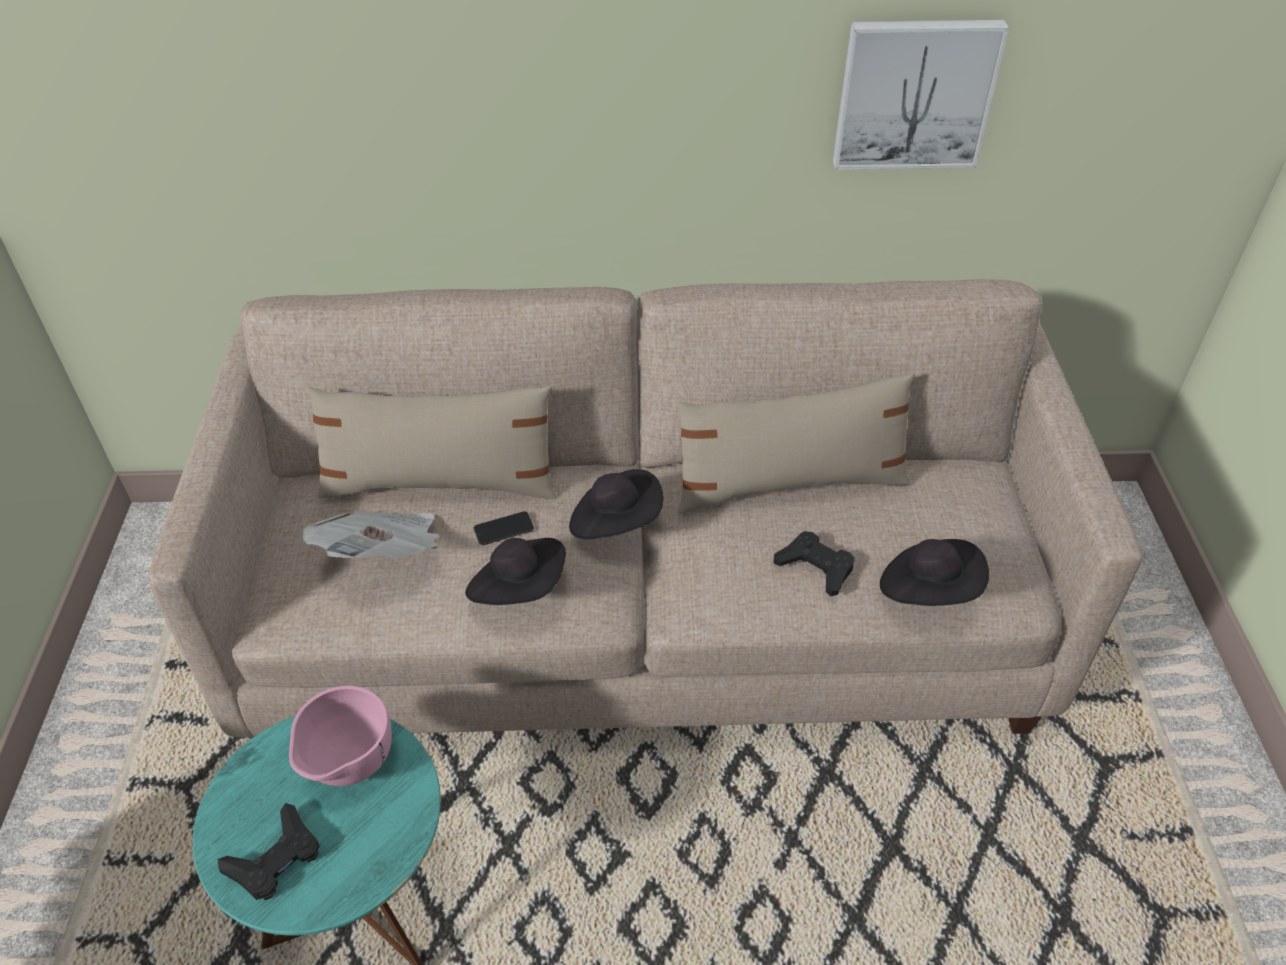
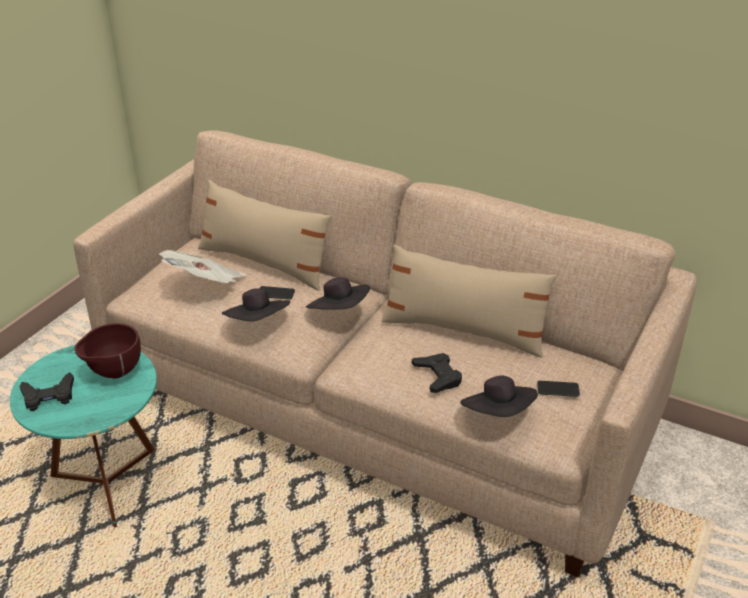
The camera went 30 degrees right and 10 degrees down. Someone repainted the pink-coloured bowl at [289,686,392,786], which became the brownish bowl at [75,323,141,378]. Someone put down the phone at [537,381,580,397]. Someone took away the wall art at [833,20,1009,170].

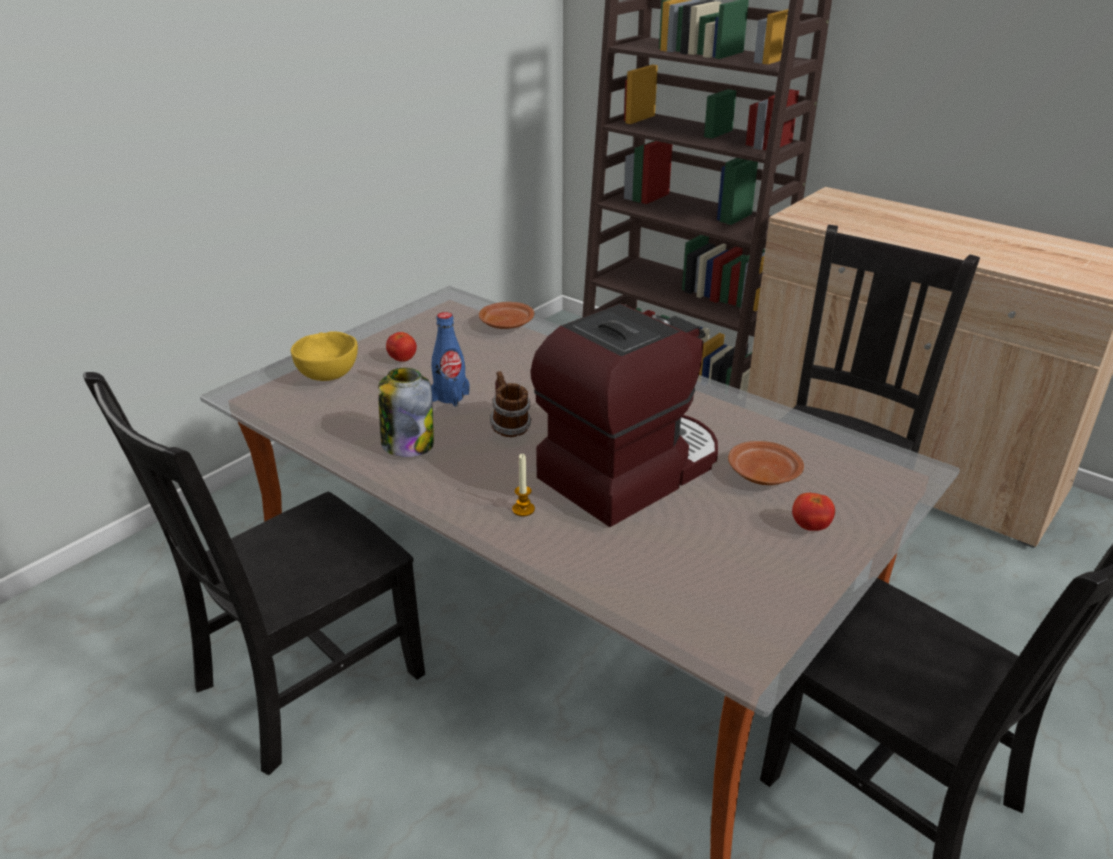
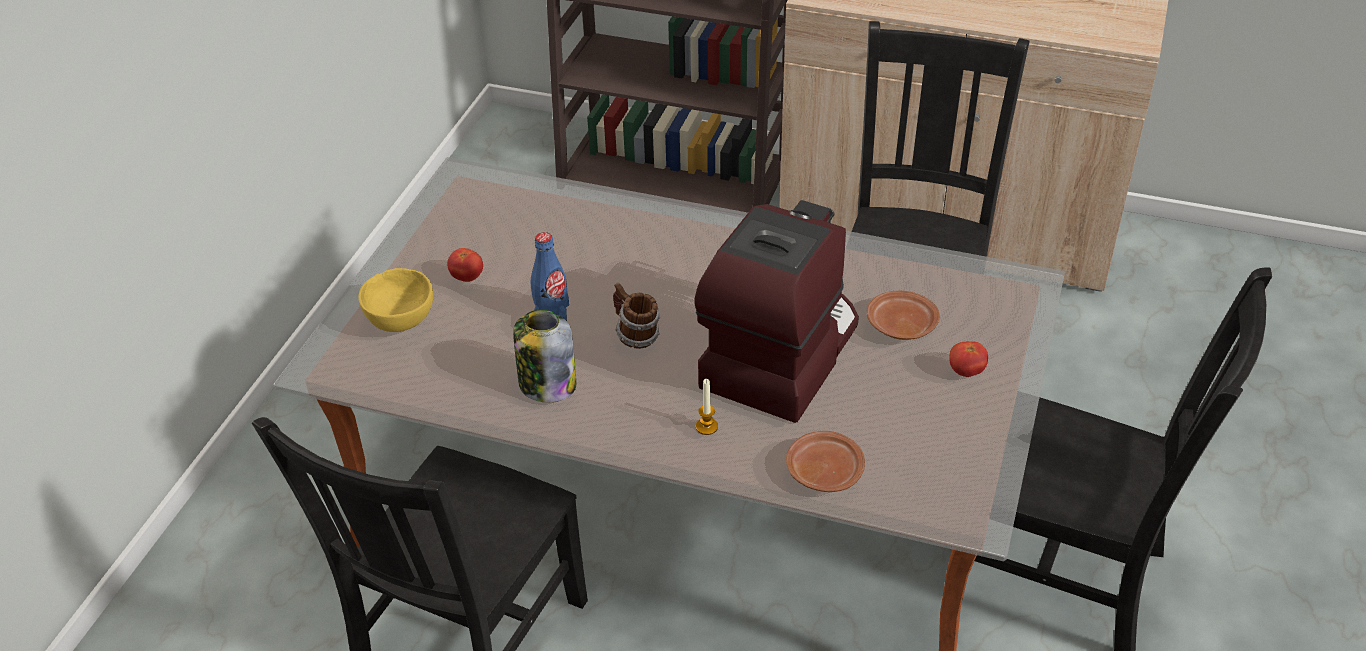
The camera went 20 degrees left and 10 degrees up. Someone carried the brownish dinner plate from [479,302,534,329] to [786,431,865,492].

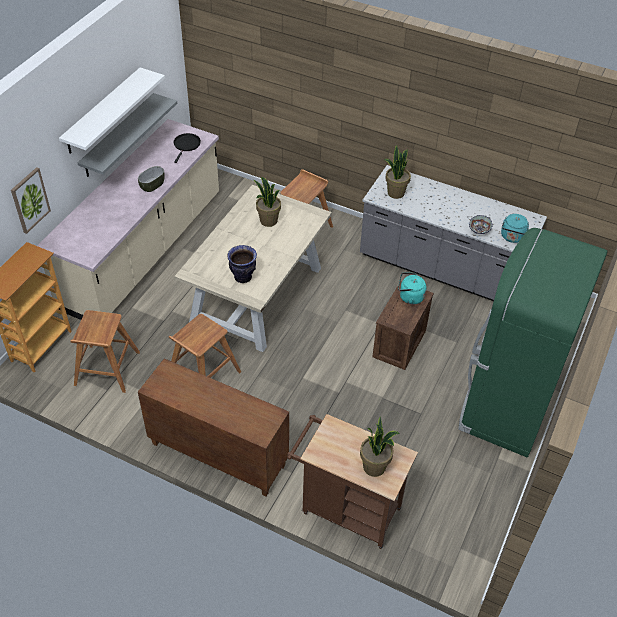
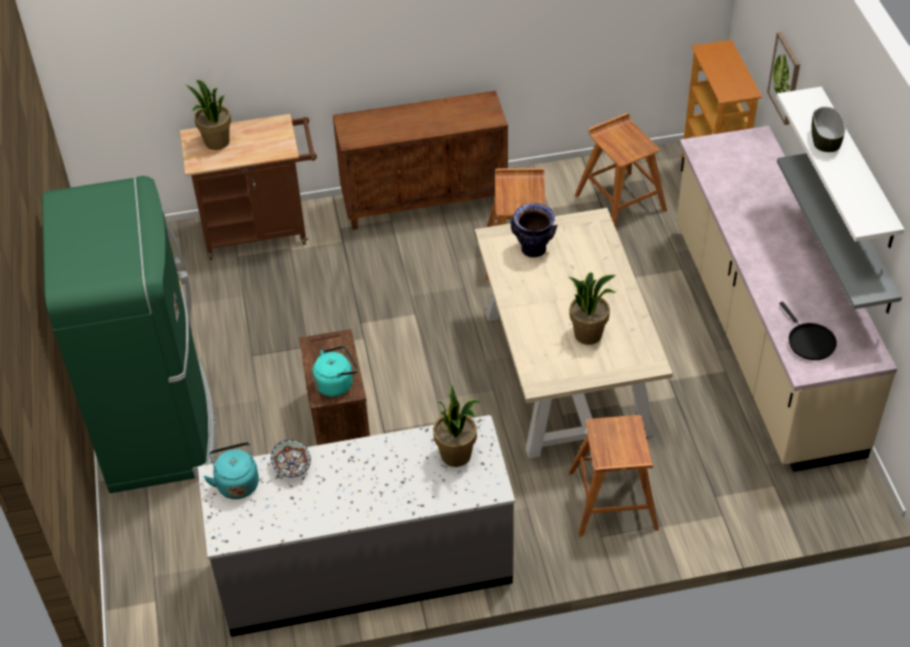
The camera went 145 degrees right and 0 degrees up. Someone carried the bowl from [138,166,165,192] to [811,107,845,152].

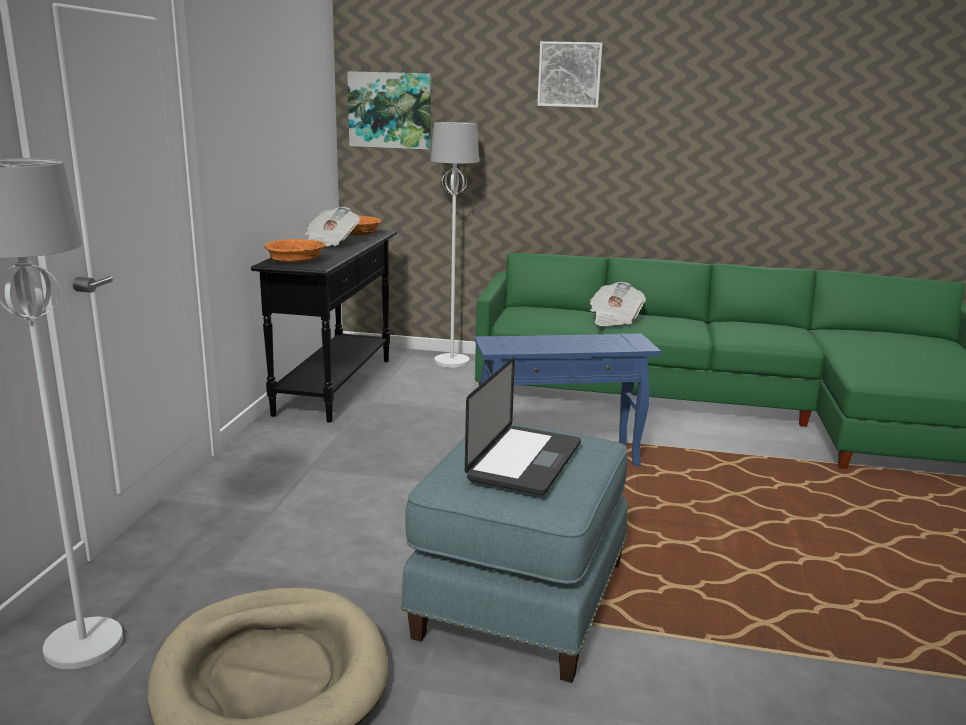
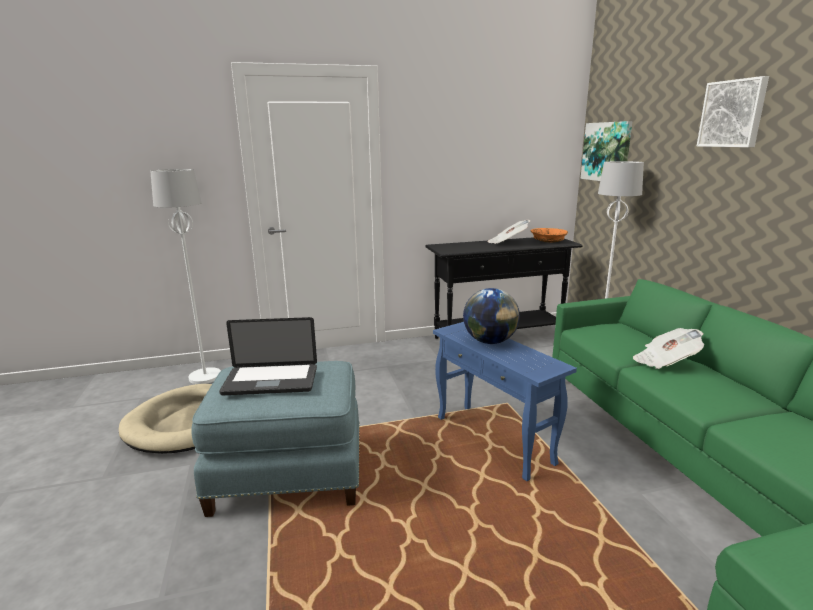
The camera went 65 degrees right and 0 degrees up. Someone put down the world globe at [463,288,520,344]. Someone took away the orange-coloured bowl at [264,239,325,263].

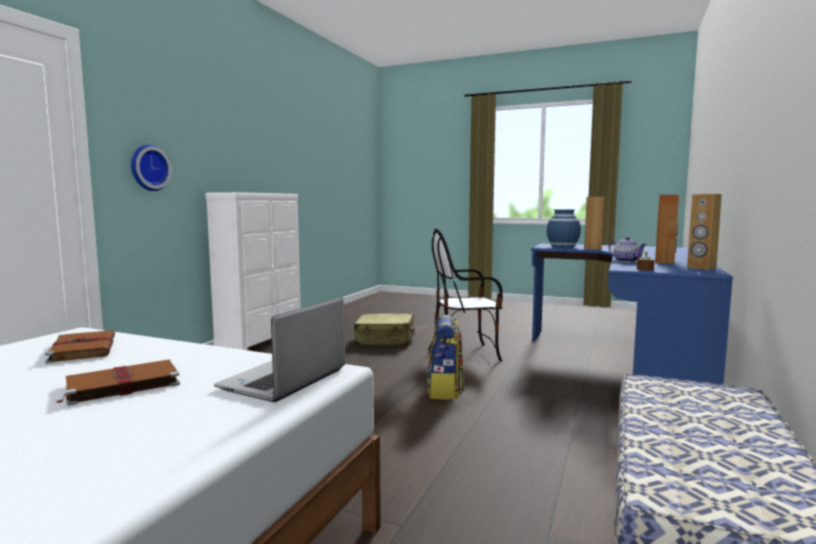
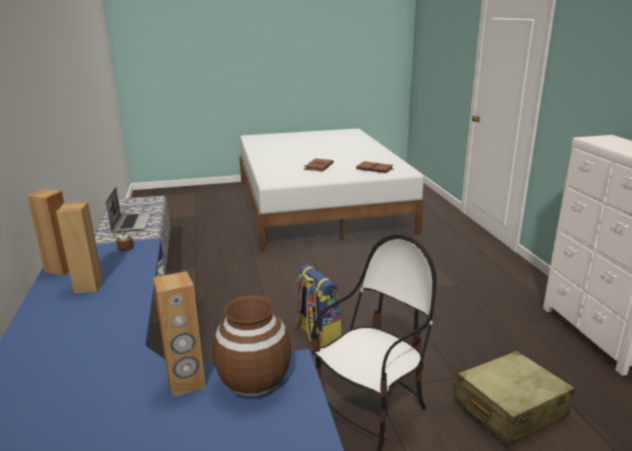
The camera went 145 degrees right and 15 degrees up. Someone carried the notebook computer from [214,297,345,402] to [106,187,151,233]. Someone repainted the blue-coloured decorative vase at [547,209,581,248], which became the brownish decorative vase at [212,295,291,399]. Someone took away the hanging clock at [131,145,172,191]. Someone took away the tea pot at [608,237,647,262].

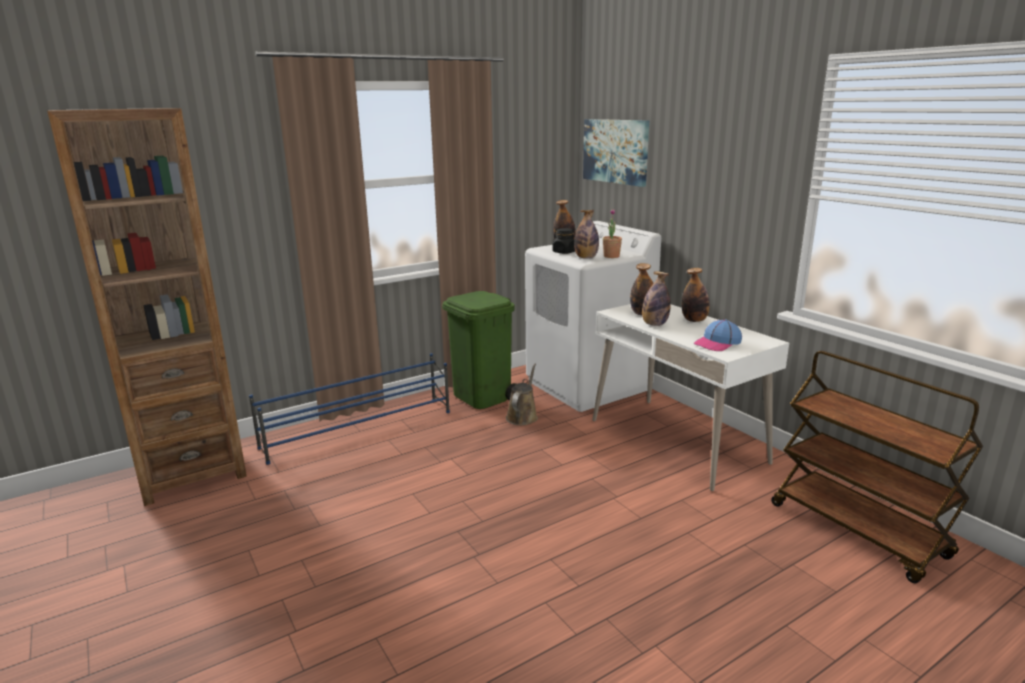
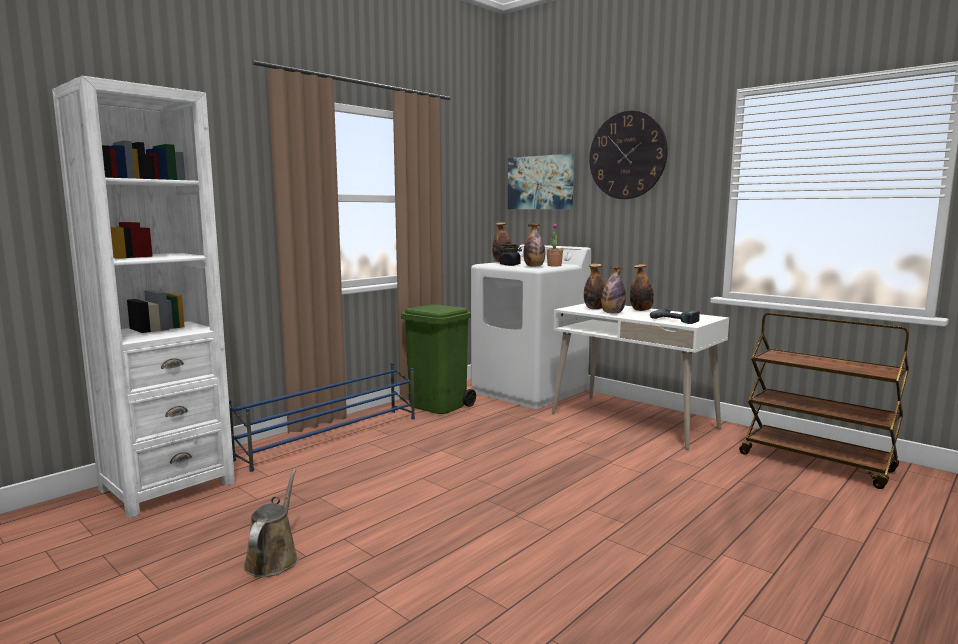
The camera went 15 degrees left and 10 degrees down. Someone repainted the brownish bookcase at [47,108,247,506], which became the white-coloured bookcase at [52,76,235,518]. Someone carried the brownish watering can from [506,364,538,425] to [244,469,299,577]. Someone put up the hanging clock at [589,110,668,199]. Someone swapped the baseball cap at [694,319,742,351] for the drill at [650,308,700,324].

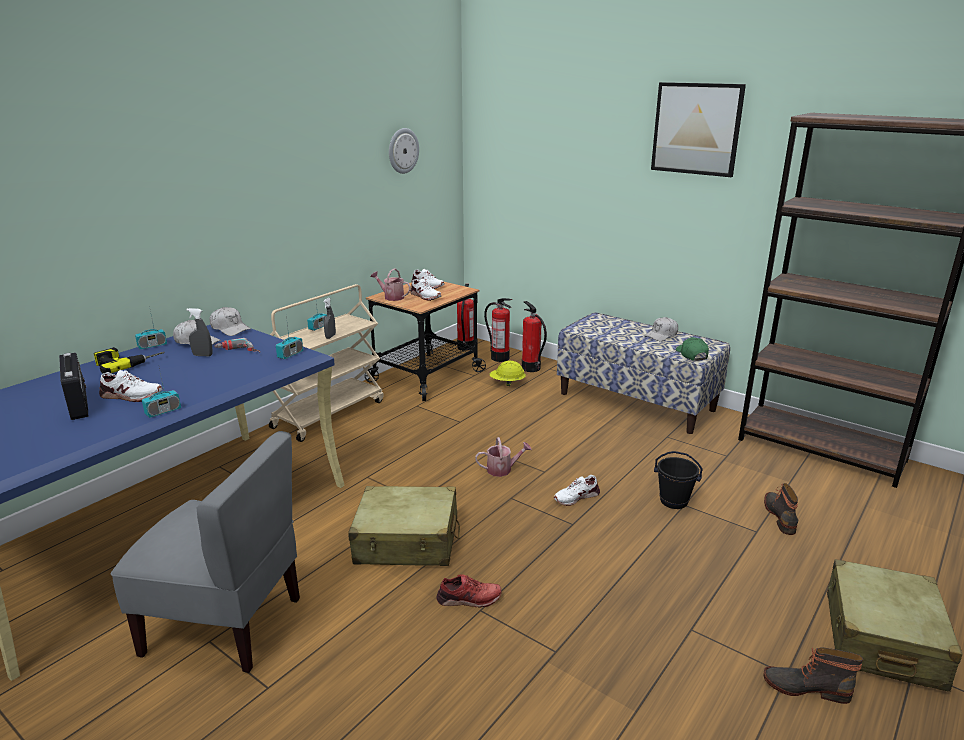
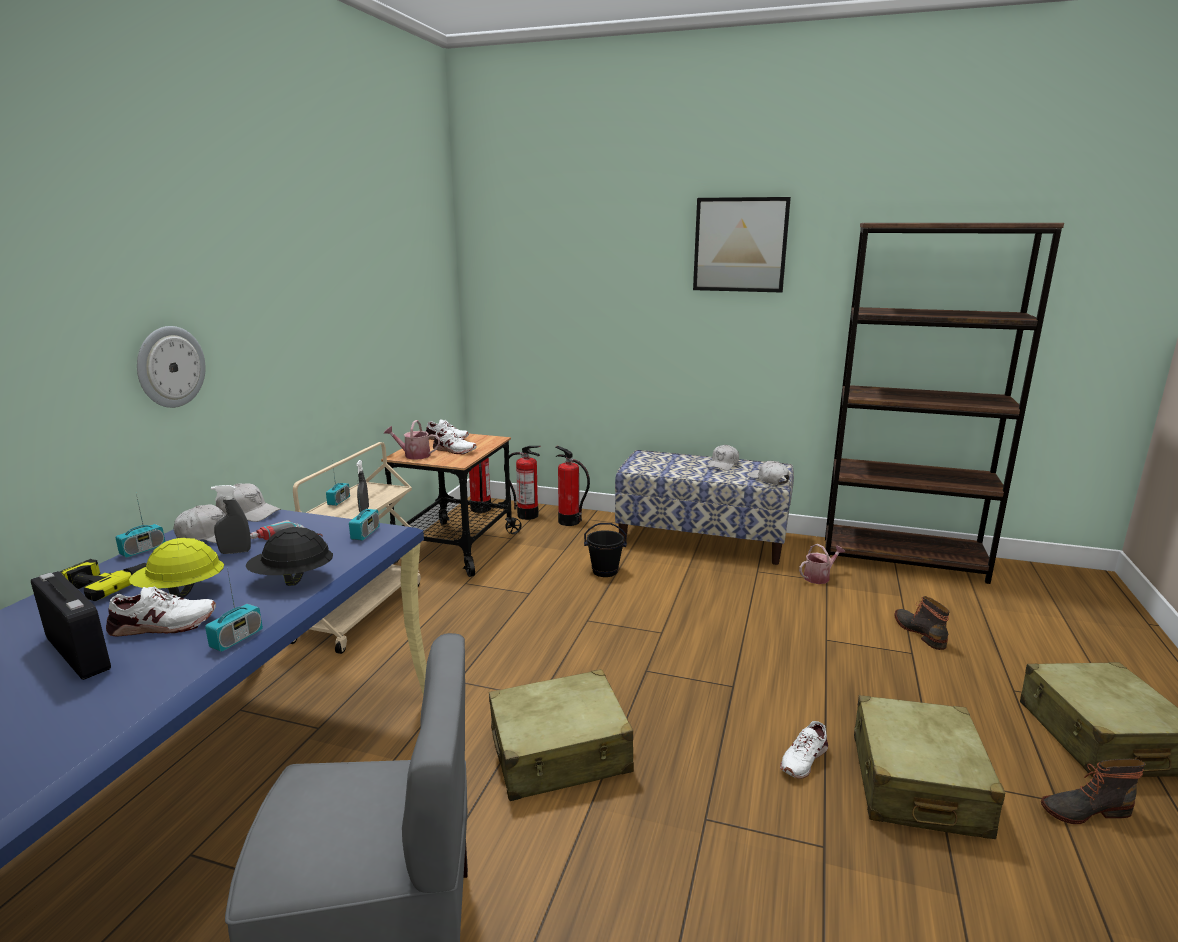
The camera went 20 degrees left and 5 degrees down. Someone carried the yellowish hard hat from [490,361,526,386] to [129,538,224,598]. Someone carried the hanging clock from [389,128,419,174] to [137,326,206,408]. Someone put down the black hard hat at [246,527,333,586]. Someone carried the black bucket from [654,451,703,509] to [584,523,627,577]. Someone repainted the green baseball cap at [676,337,709,361], which became the white-coloured baseball cap at [750,461,790,485]. Someone carried the white-coloured item of footwear from [554,475,600,506] to [780,721,828,779]. Someone carried the watering can from [475,437,532,477] to [799,544,845,584]. Someone put down the beige suitcase at [854,695,1005,839]. Someone took away the red-coloured item of footwear at [437,574,502,608].

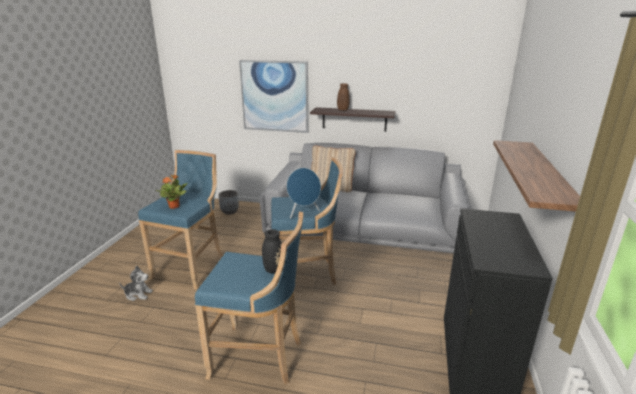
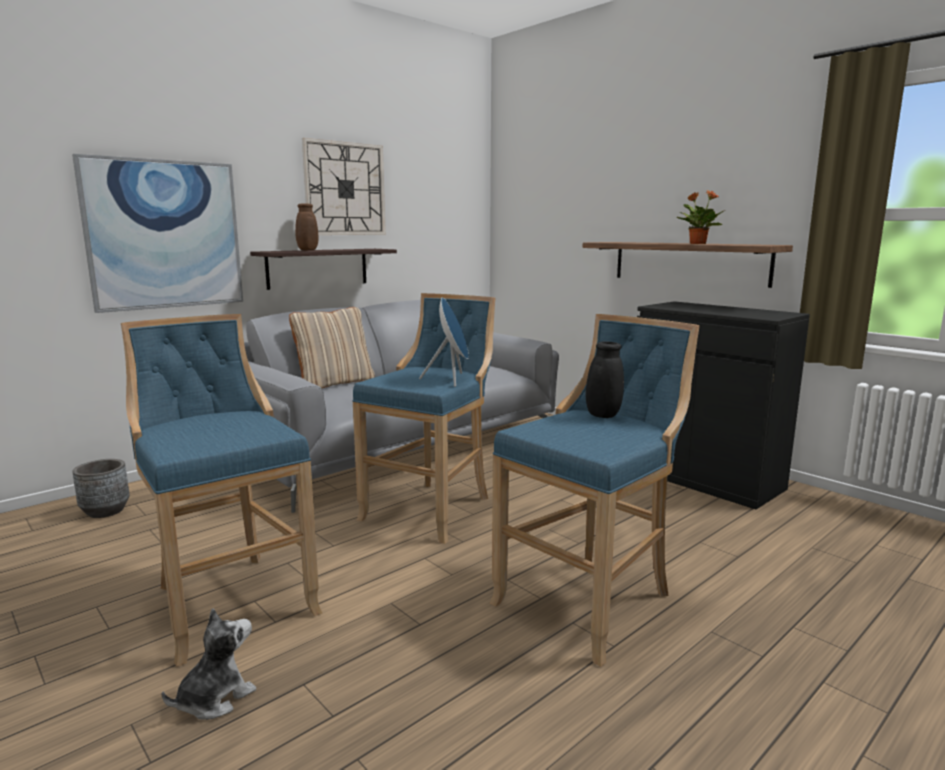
The camera went 55 degrees left and 10 degrees down. Someone put up the hanging clock at [302,138,386,235]. Someone carried the houseplant from [155,175,188,209] to [676,190,725,244].

